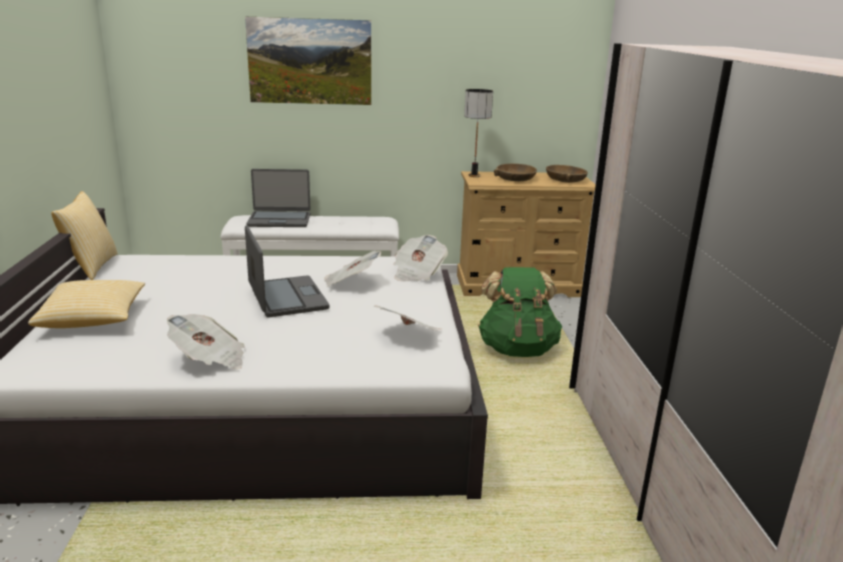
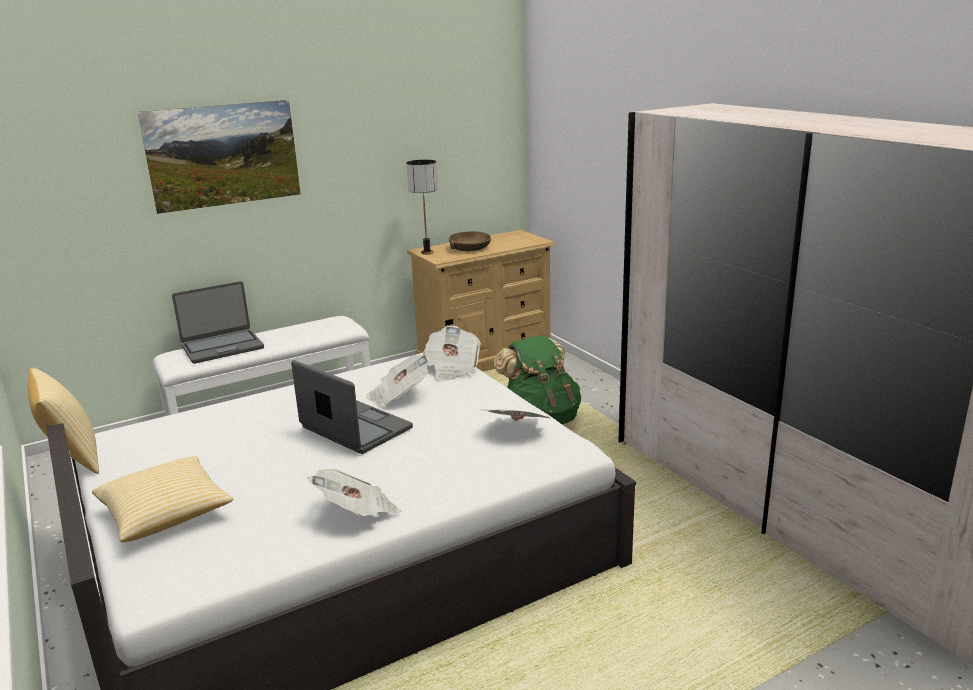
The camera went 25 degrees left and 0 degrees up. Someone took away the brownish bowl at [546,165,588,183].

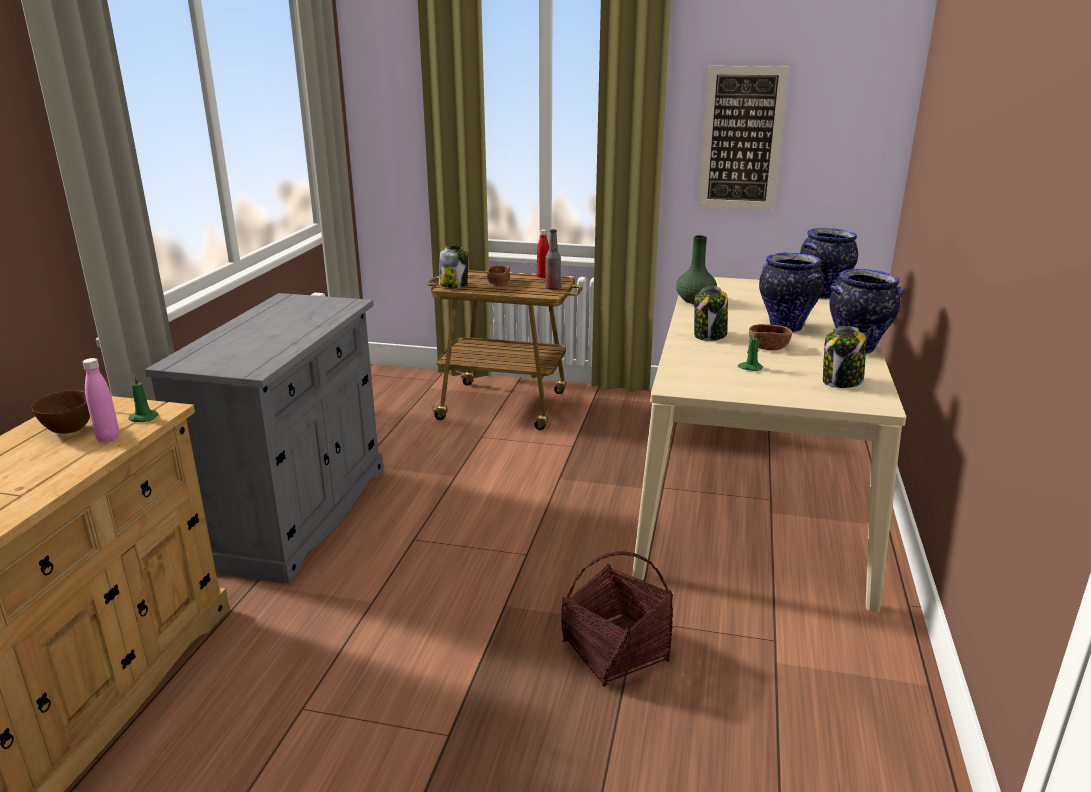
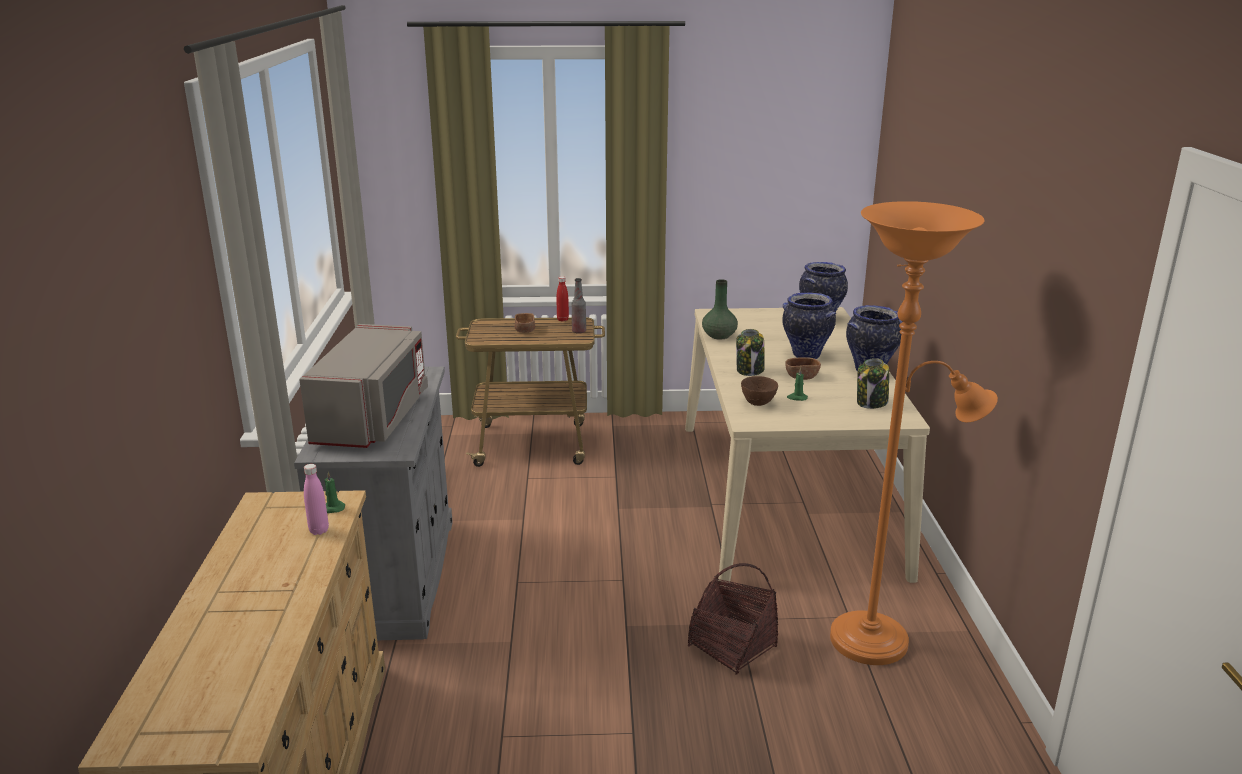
The camera went 15 degrees left and 0 degrees up. Someone put down the gray microwave at [299,324,428,448]. Someone carried the brownish bowl from [31,390,90,434] to [741,376,778,406]. Someone put down the orange-coloured standing lamp at [830,201,998,665]. Someone took away the storage jar at [439,246,469,288]. Someone took away the wall art at [698,66,789,210].

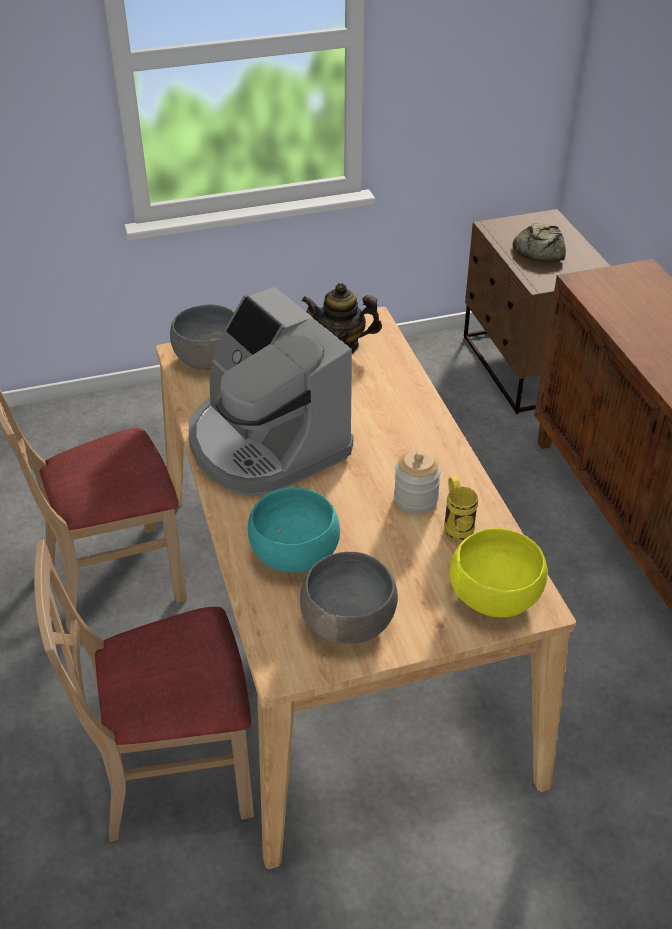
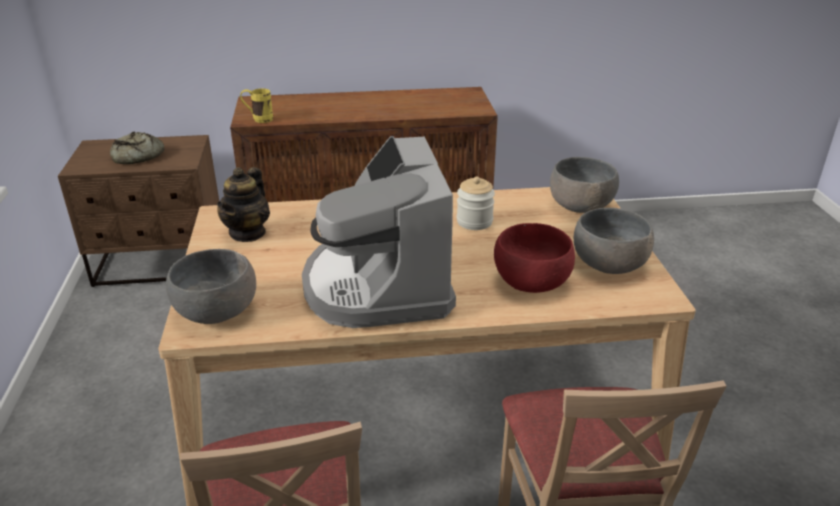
The camera went 80 degrees left and 10 degrees down. Someone carried the yellowish mug from [444,476,478,541] to [240,88,273,123]. Someone rotated the coffee machine at [189,287,353,496] by 105 degrees clockwise. Someone repainted the turquoise bowl at [248,487,340,572], which became the red-coloured bowl at [494,223,575,293]. Someone repainted the yellowish bowl at [450,528,547,617], which became the gray bowl at [550,157,619,213].

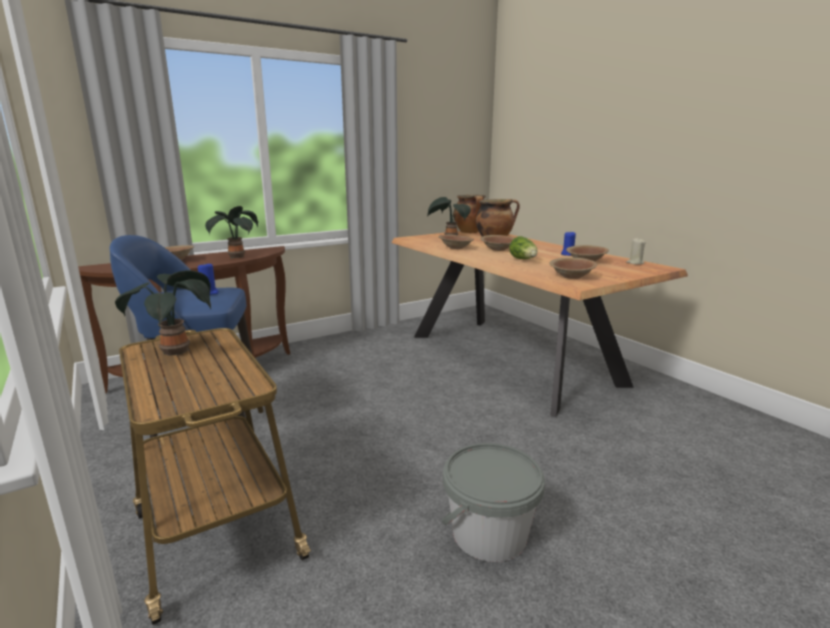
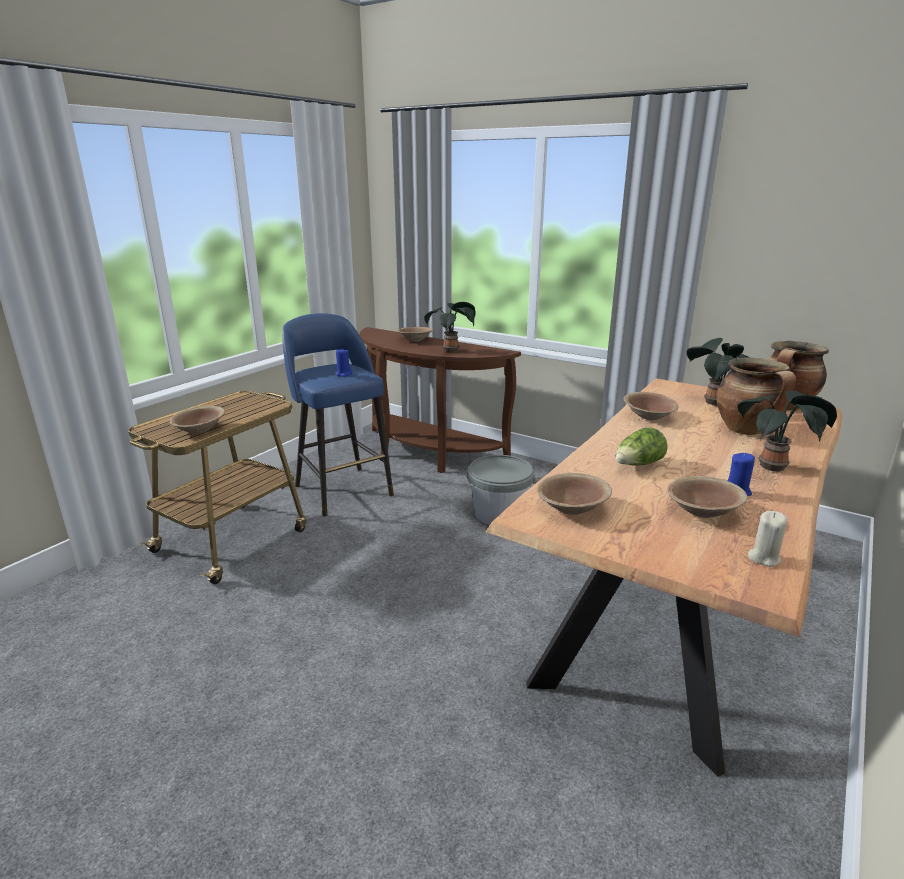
The camera went 65 degrees right and 5 degrees up. Someone carried the brownish bowl from [480,235,514,251] to [170,406,225,434]. Someone carried the gray bucket from [441,443,545,562] to [467,455,537,525]. Someone carried the houseplant from [115,270,211,356] to [738,390,837,472].

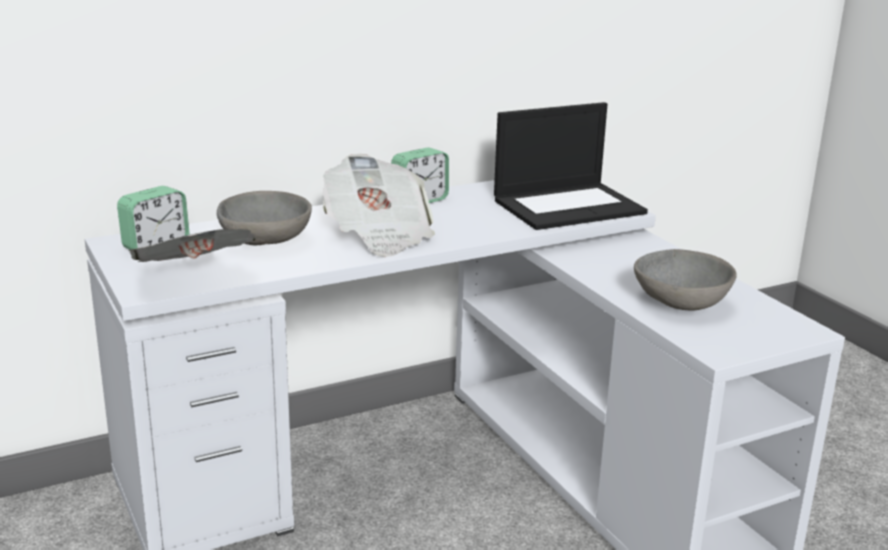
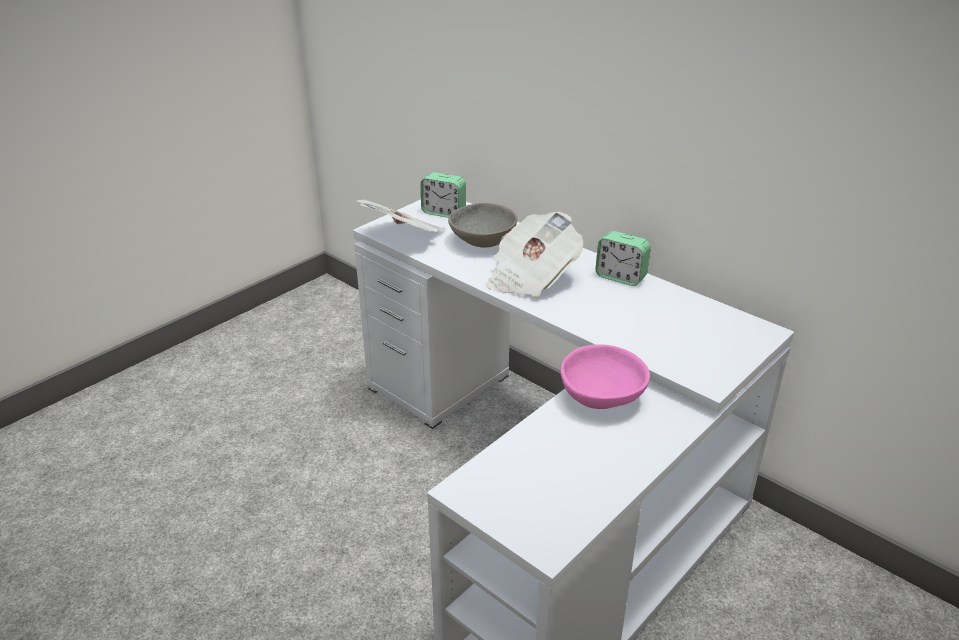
The camera went 70 degrees right and 10 degrees up. Someone put down the pink-coloured bowl at [560,344,650,409]. Someone took away the notebook computer at [494,102,648,230]. Someone took away the gray bowl at [634,249,737,310].

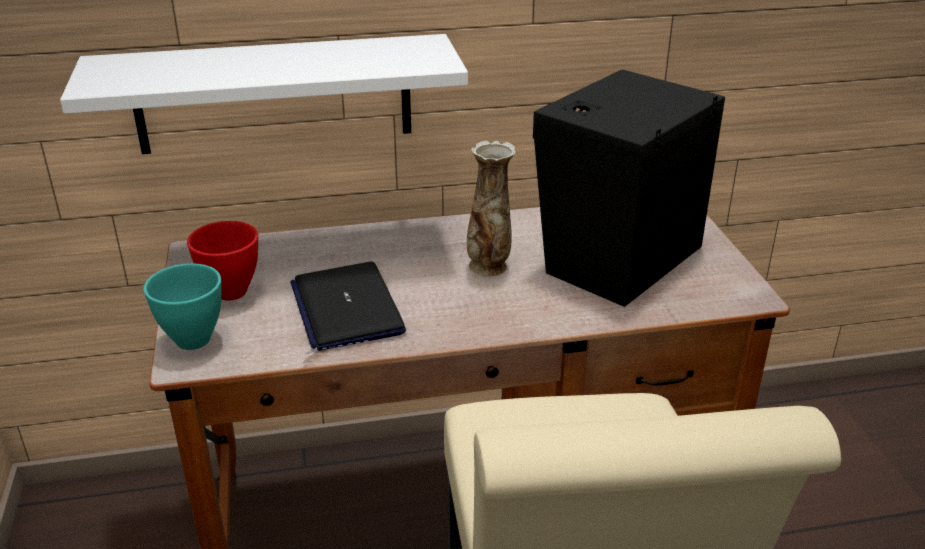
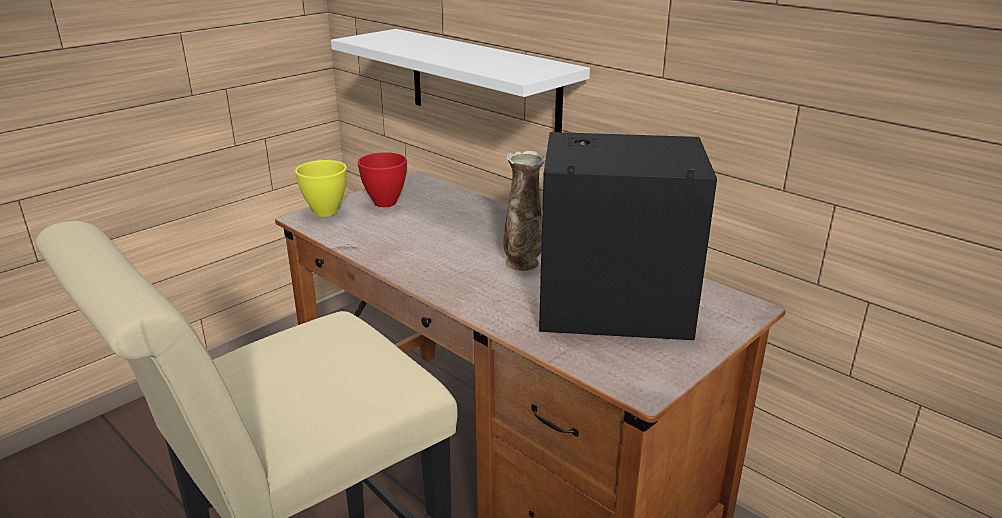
The camera went 55 degrees right and 5 degrees down. Someone repainted the turquoise bowl at [143,263,222,350], which became the yellowish bowl at [295,160,347,217]. Someone took away the notebook computer at [290,262,406,351].

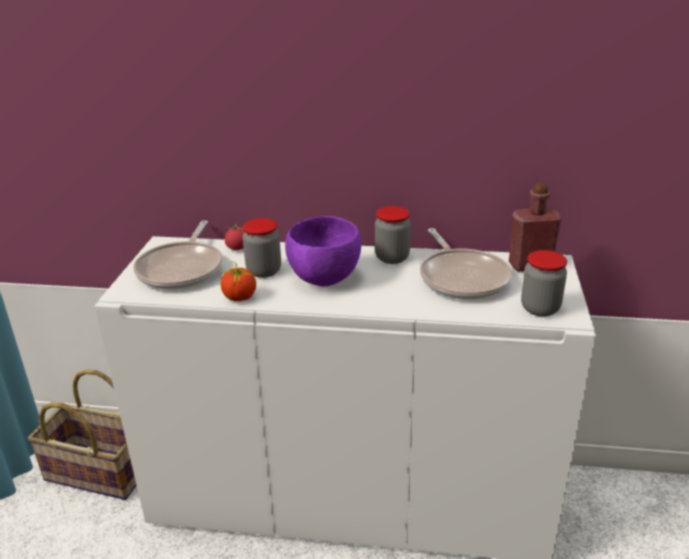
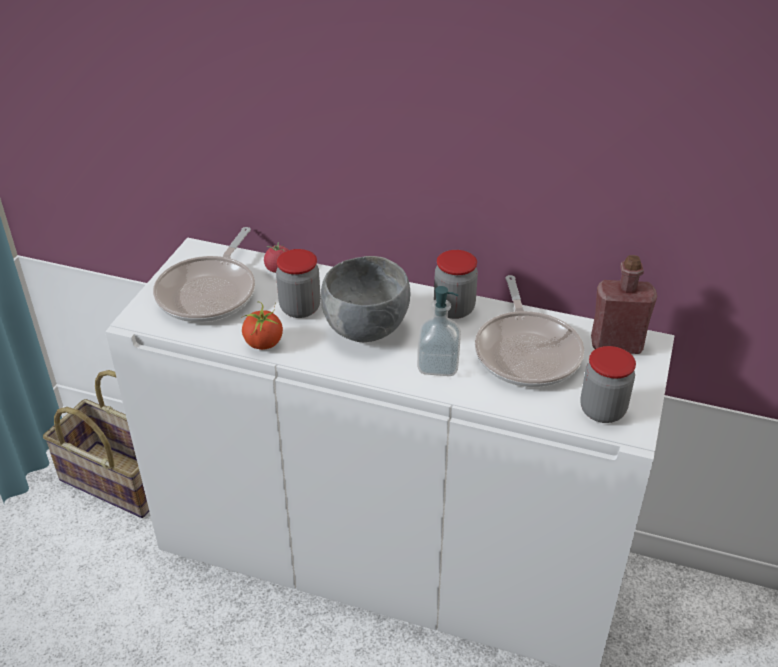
The camera went 10 degrees right and 10 degrees up. Someone repainted the purplish bowl at [285,216,361,286], which became the gray bowl at [321,256,410,342]. Someone put down the soap bottle at [417,286,461,376].

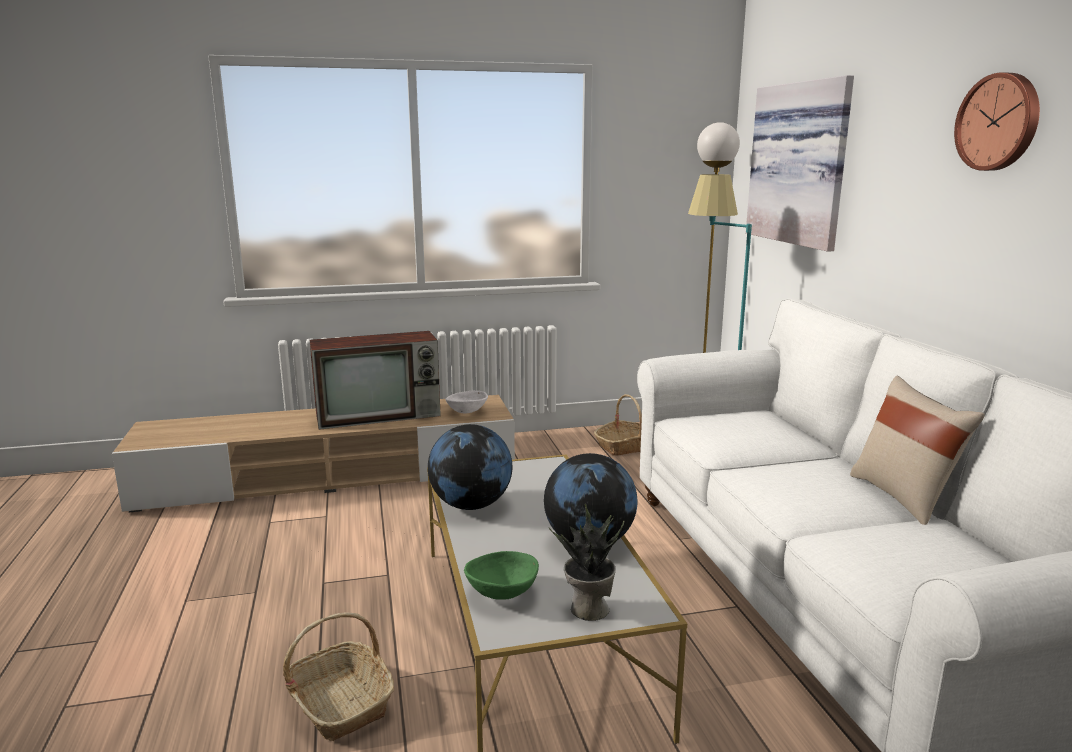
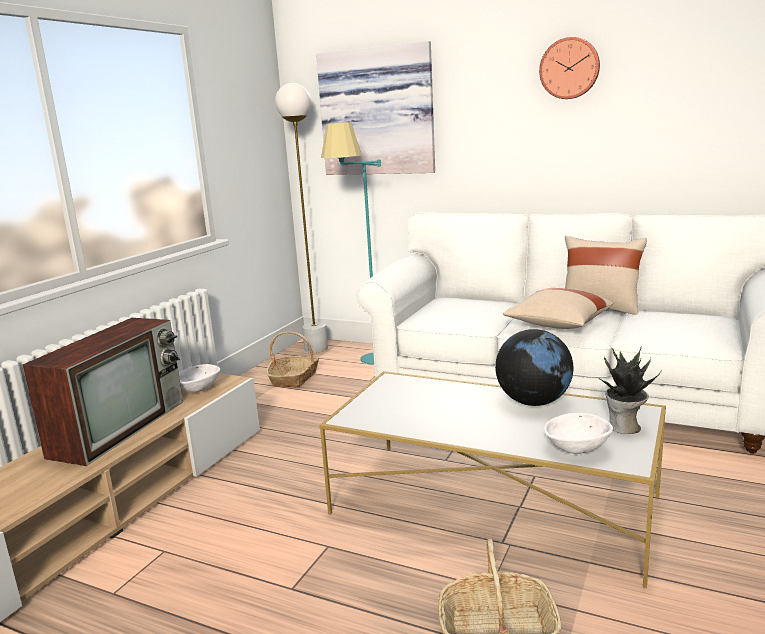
The camera went 50 degrees left and 0 degrees up. Someone put down the beige cushion at [503,288,613,329]. Someone repainted the green bowl at [464,551,539,600], which became the white-coloured bowl at [544,413,613,454]. Someone took away the world globe at [428,424,512,510].

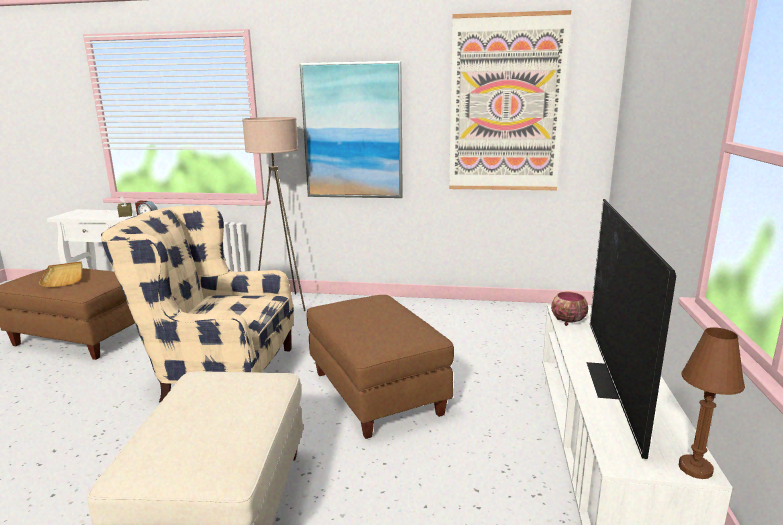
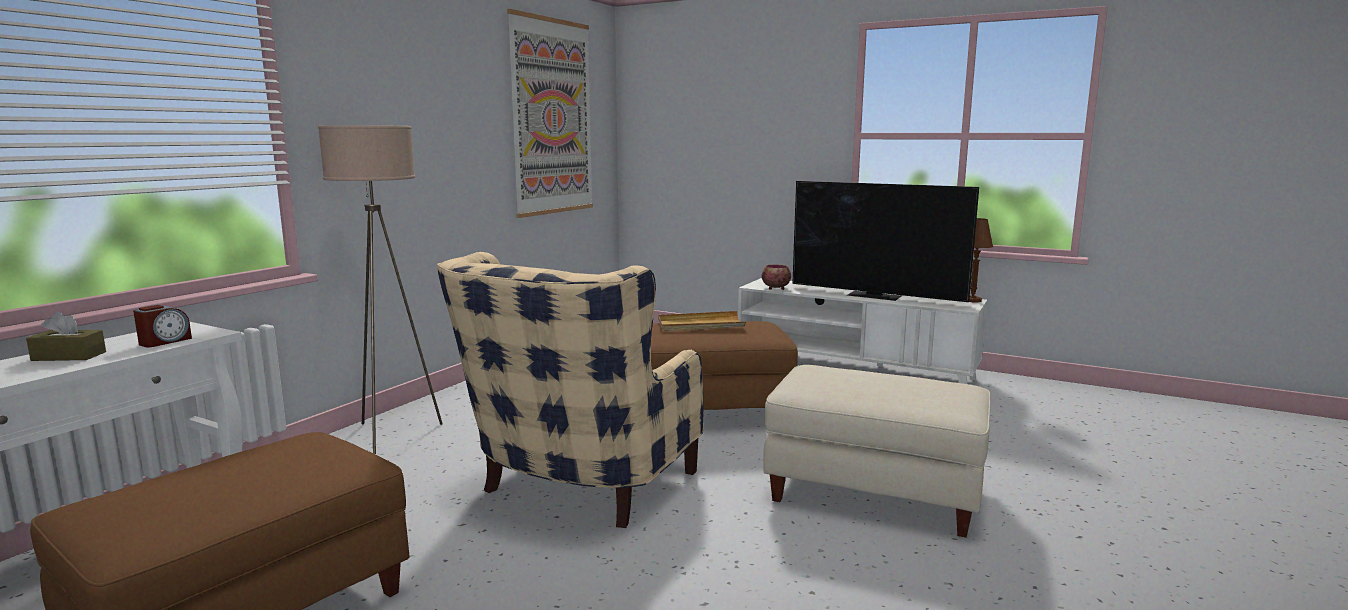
The camera went 70 degrees left and 5 degrees down. Someone carried the beige tray from [39,261,83,287] to [658,311,746,331]. Someone took away the wall art at [300,61,403,198].

